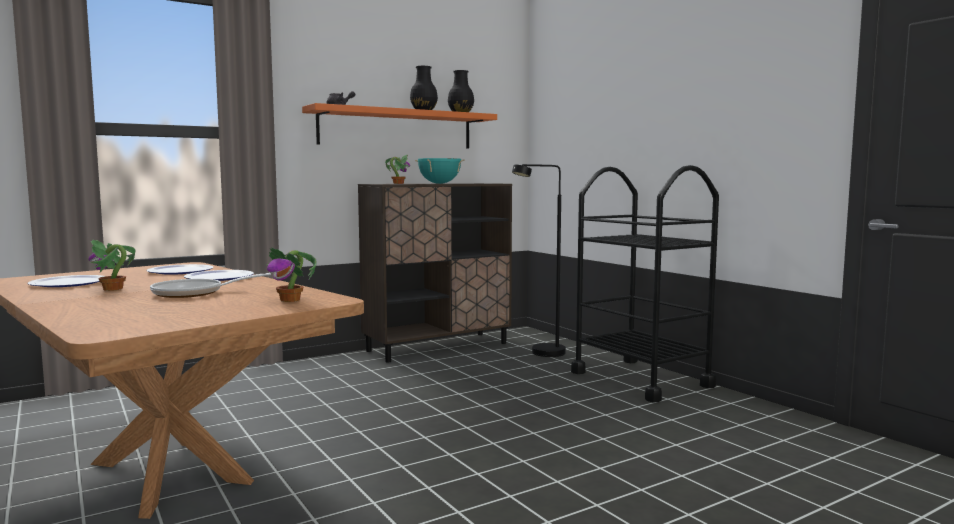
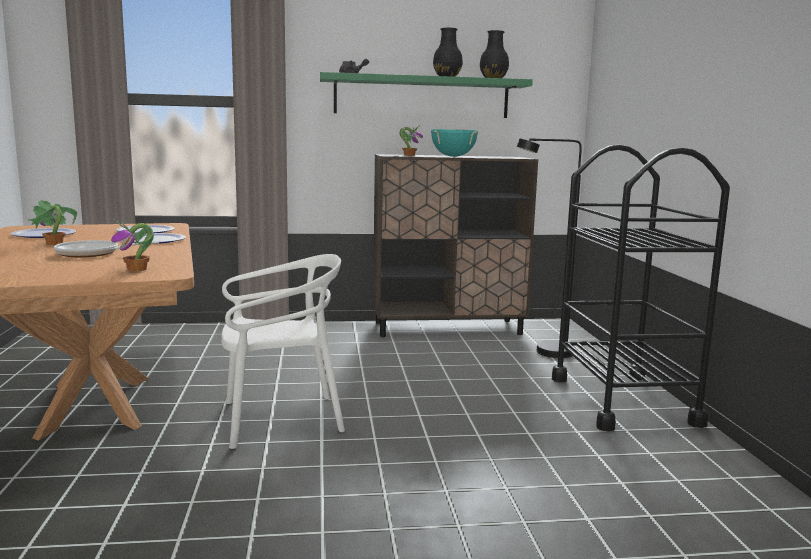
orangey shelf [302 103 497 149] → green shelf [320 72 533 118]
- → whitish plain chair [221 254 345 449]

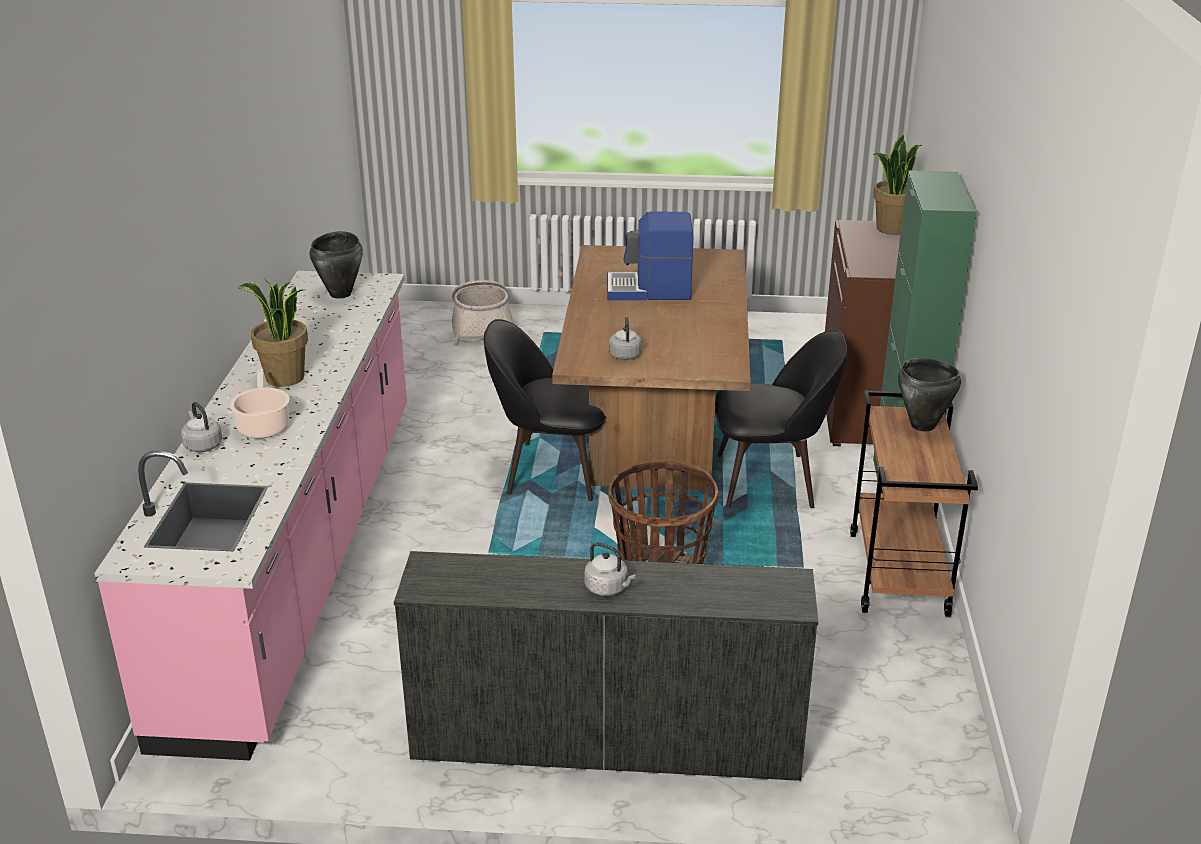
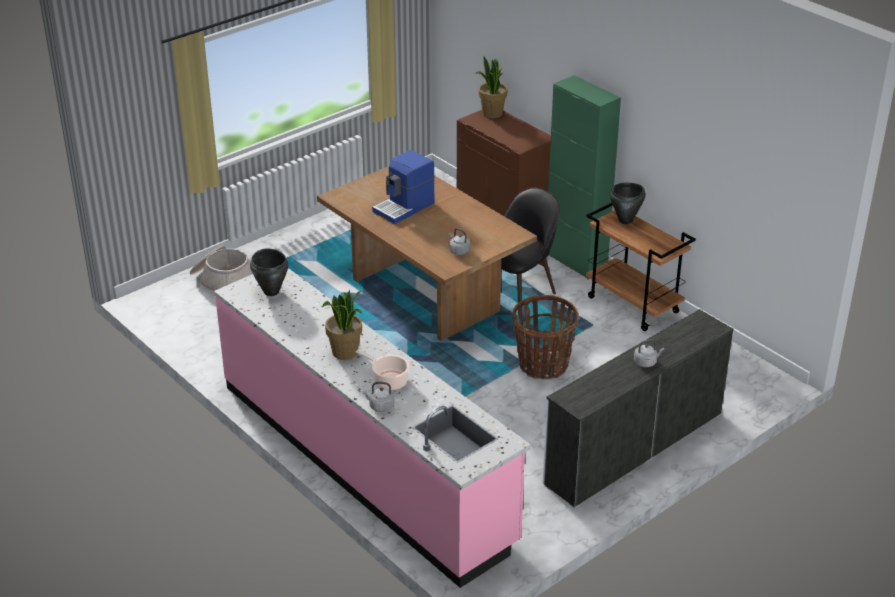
black plain chair [484 319 606 501] → -

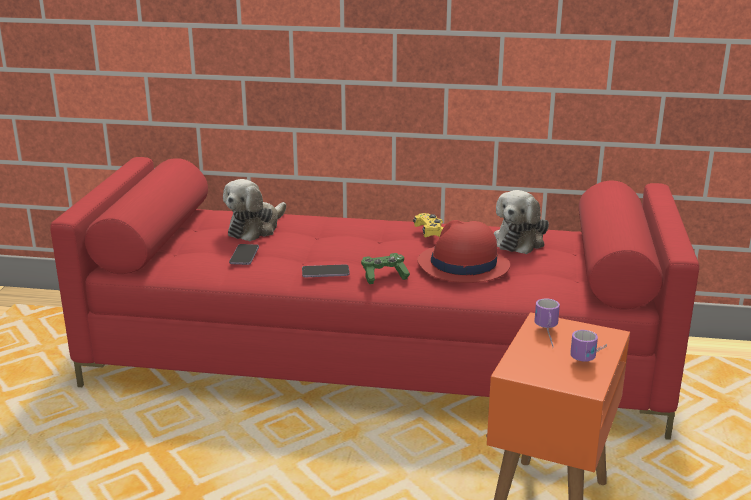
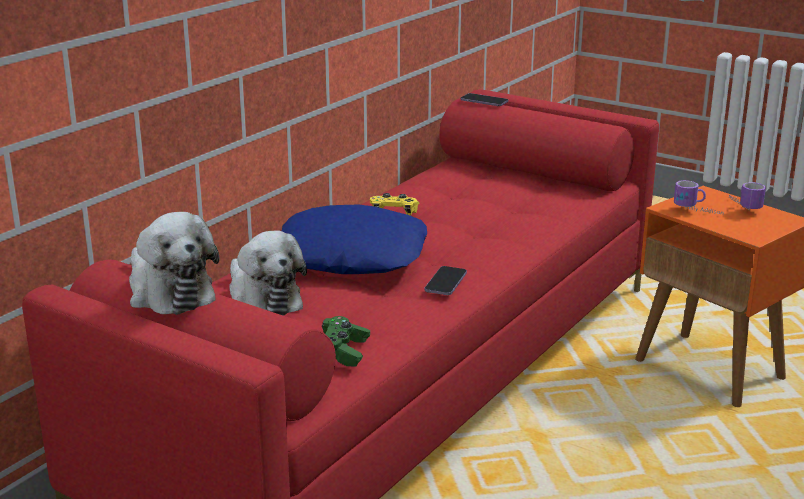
handset [229 244 259 265] → handset [461 93 508 106], move
green gamepad [361 253 410 284] → green gamepad [322 316 370 367], move
red-coloured hat [417 220 510 283] → -
plush toy [494 190 549 254] → plush toy [129 212 219 315], move
- → bluish throw pillow [282 204 427 274]

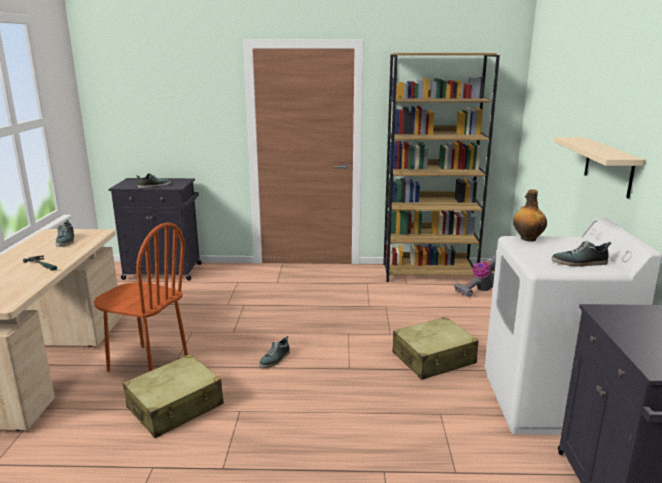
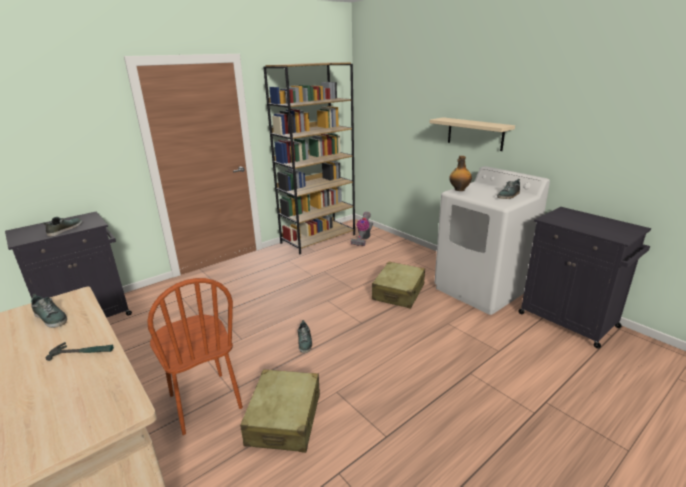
brownish plain chair [94 223 188 372] → brownish plain chair [147 278 243 435], 75 degrees clockwise

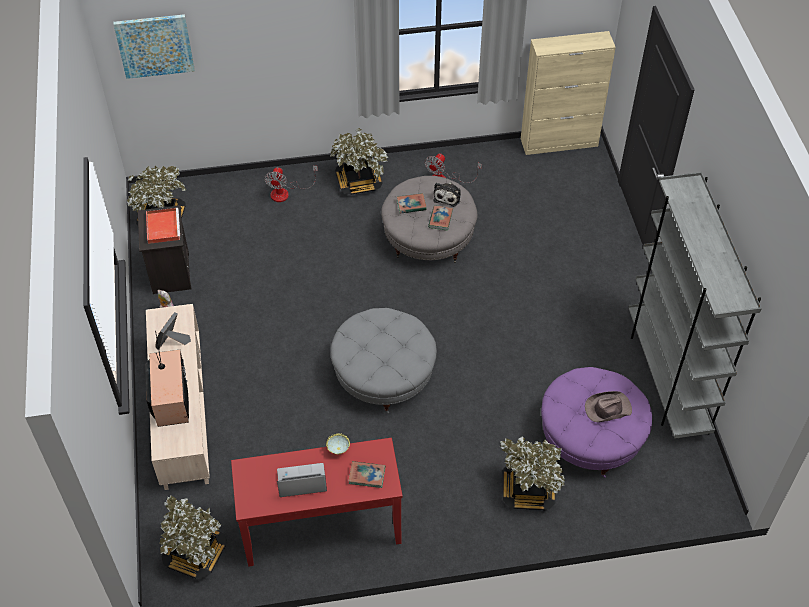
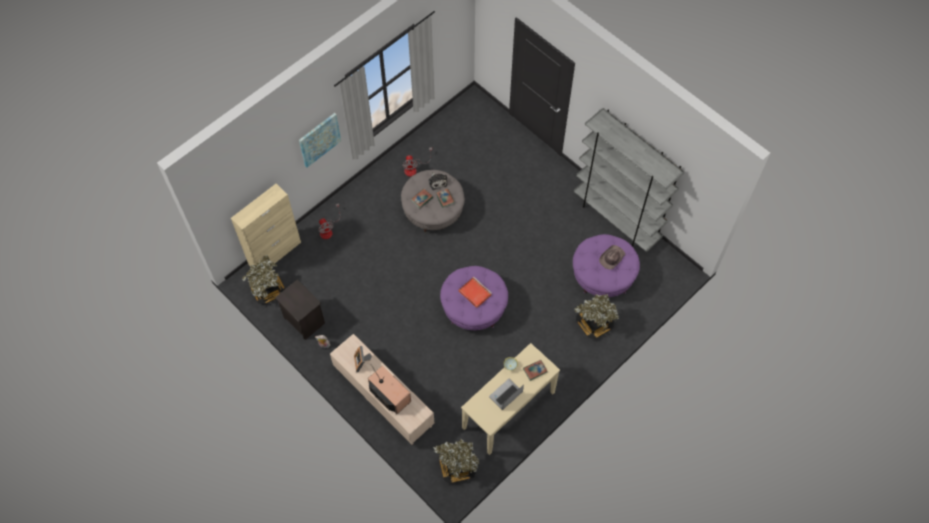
picture [113 14 195 79] → picture [299 113 341 168], move
red-coloured serving tray [146 208 180 244] → red-coloured serving tray [459 277 492 308], move
red-coloured hall table [231 438 403 567] → sand-coloured hall table [461 343 560 455]
houseplant [330 128 388 194] → -
gray ottoman [331 308 437 414] → purplish ottoman [440 266 508 330]
sand-coloured cupboard [521 31 616 155] → sand-coloured cupboard [231 184 301 267], move

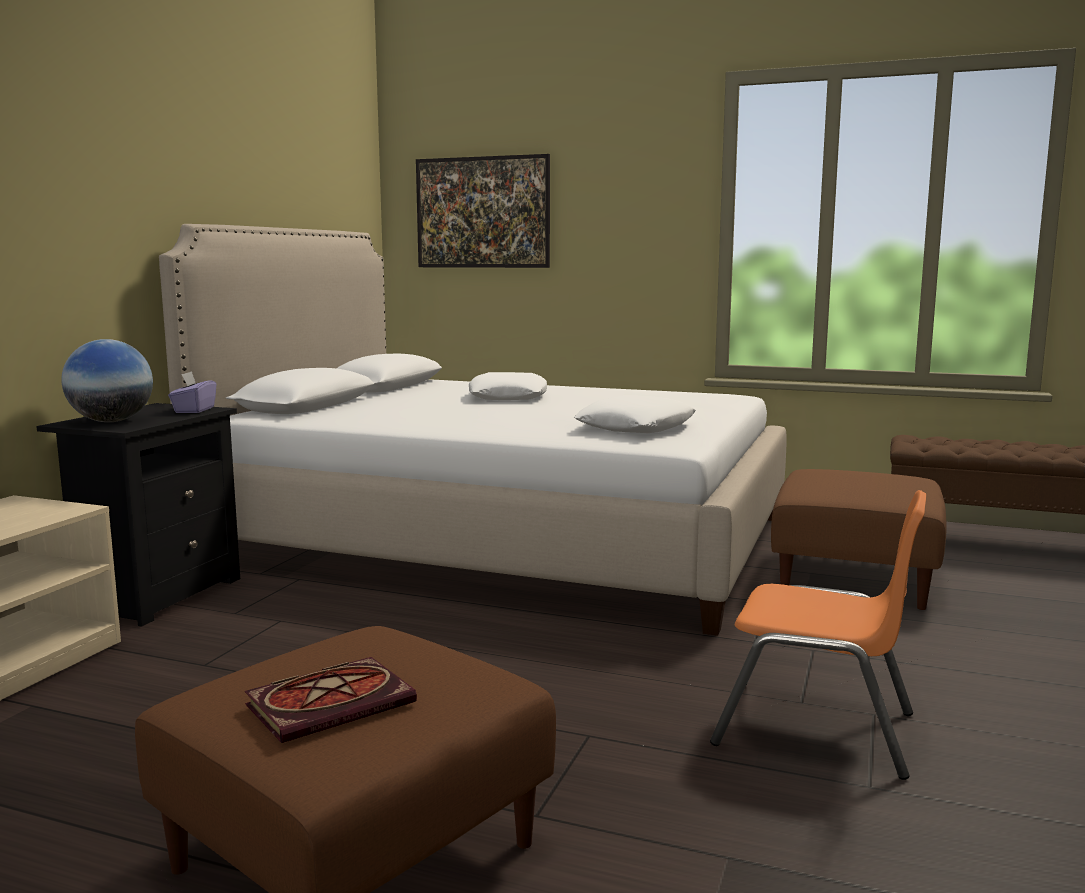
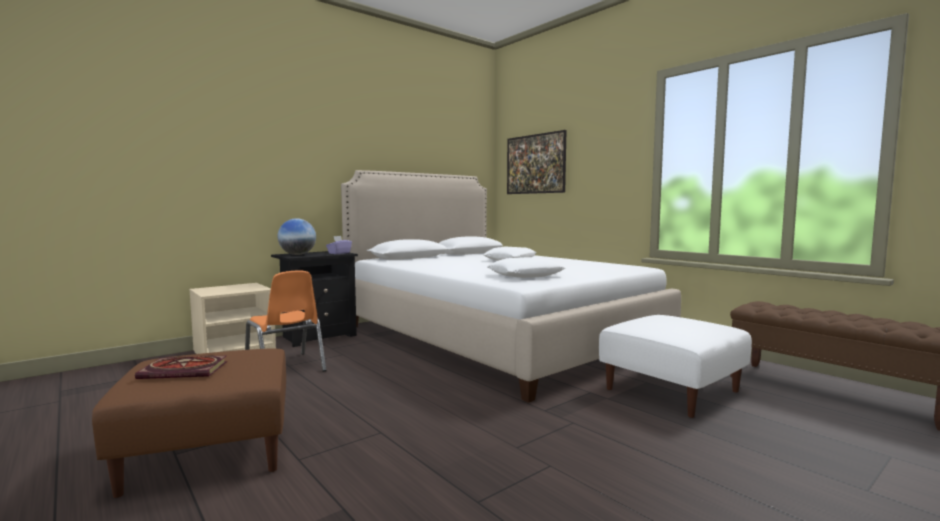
orangey plain chair [710 490 926 780] → orangey plain chair [245 271 327 372], move
brownish ottoman [771 469 946 610] → whitish ottoman [599 315 752 418]

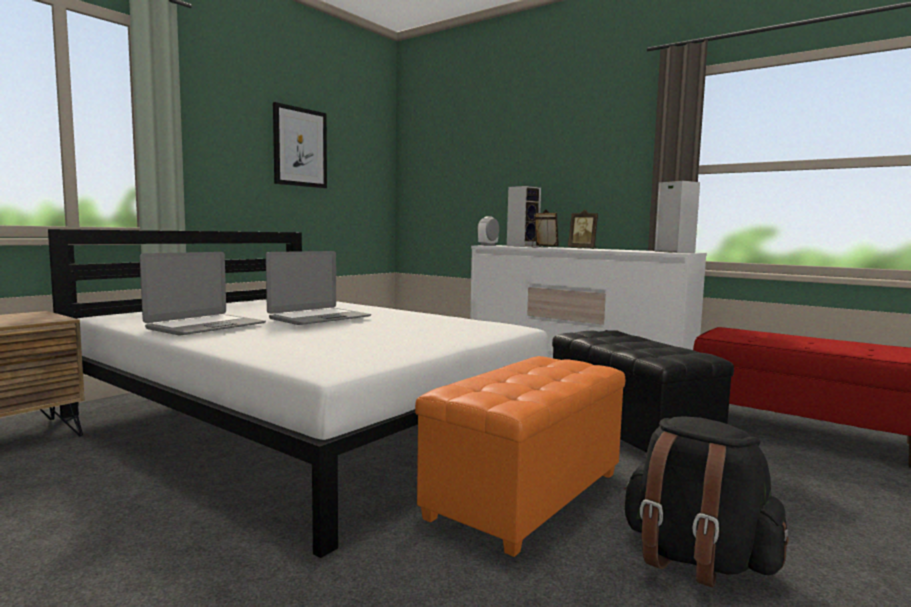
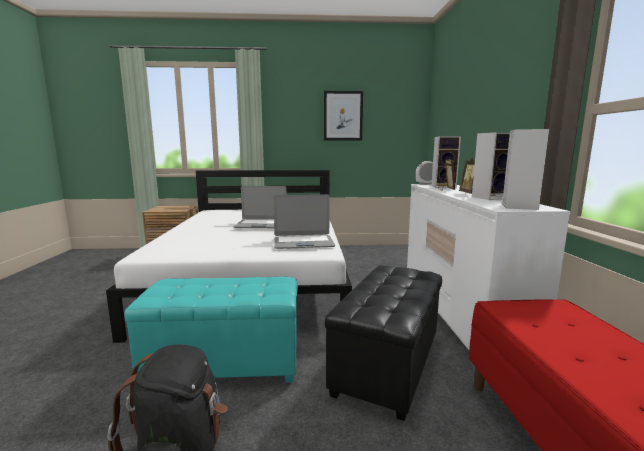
portable computer [140 252 266 335] → portable computer [274 194 335 249], move
orangey ottoman [415 356 625 557] → blue-green ottoman [124 277 298 383]
- → audio speaker [472 132 510 200]

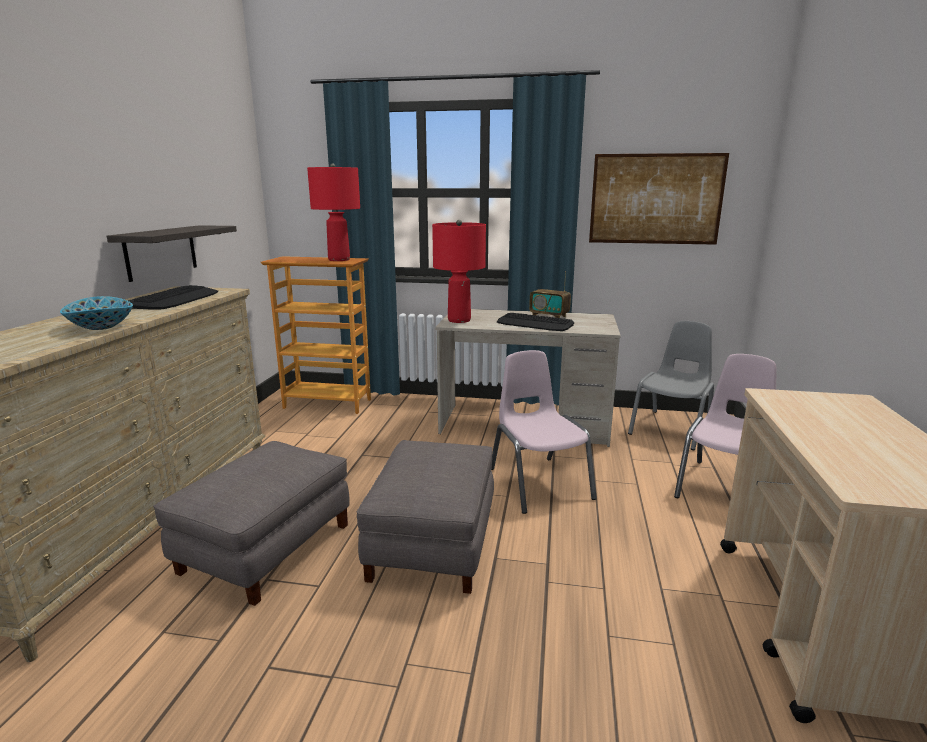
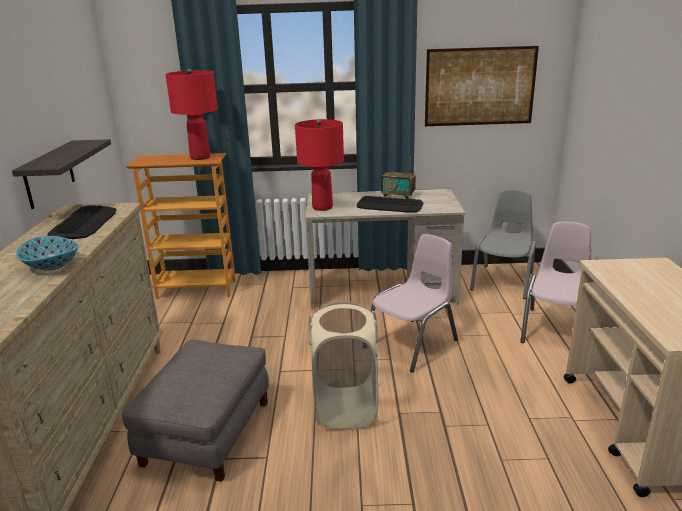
gray ottoman [357 440 494 594] → sand-coloured hamper [309 301 378 430]
pink-coloured plain chair [491 350 597 514] → pink-coloured plain chair [370 234 458 373], 75 degrees clockwise

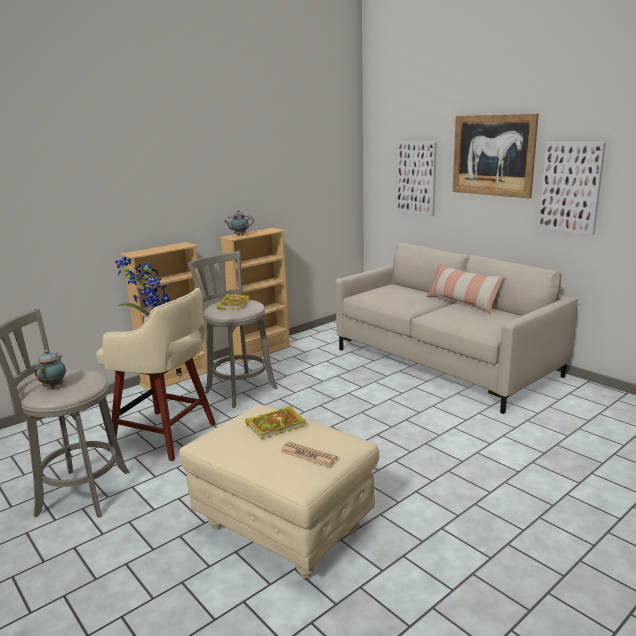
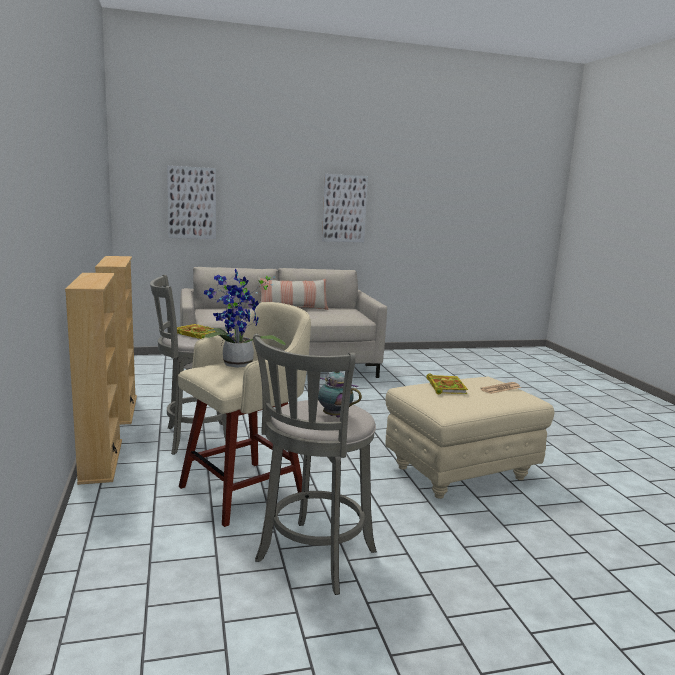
tea pot [224 210 254 236] → -
picture [453 114 539 199] → -

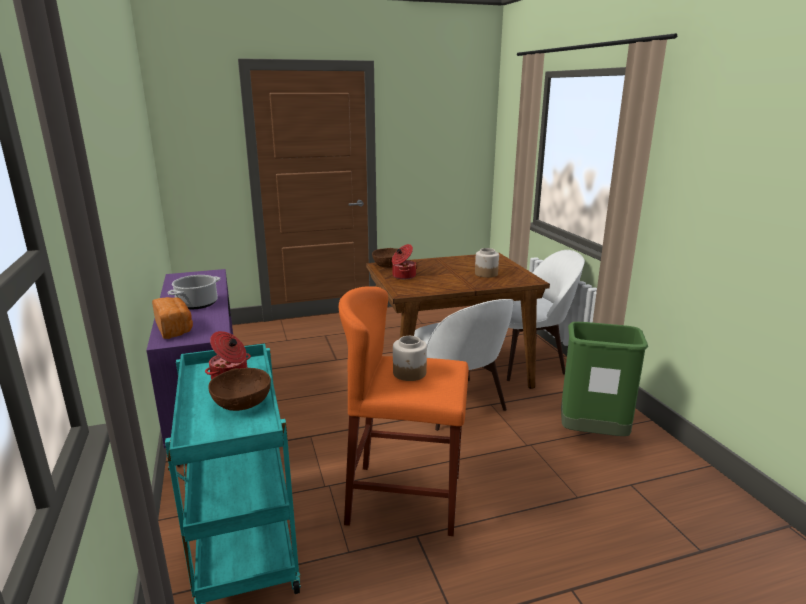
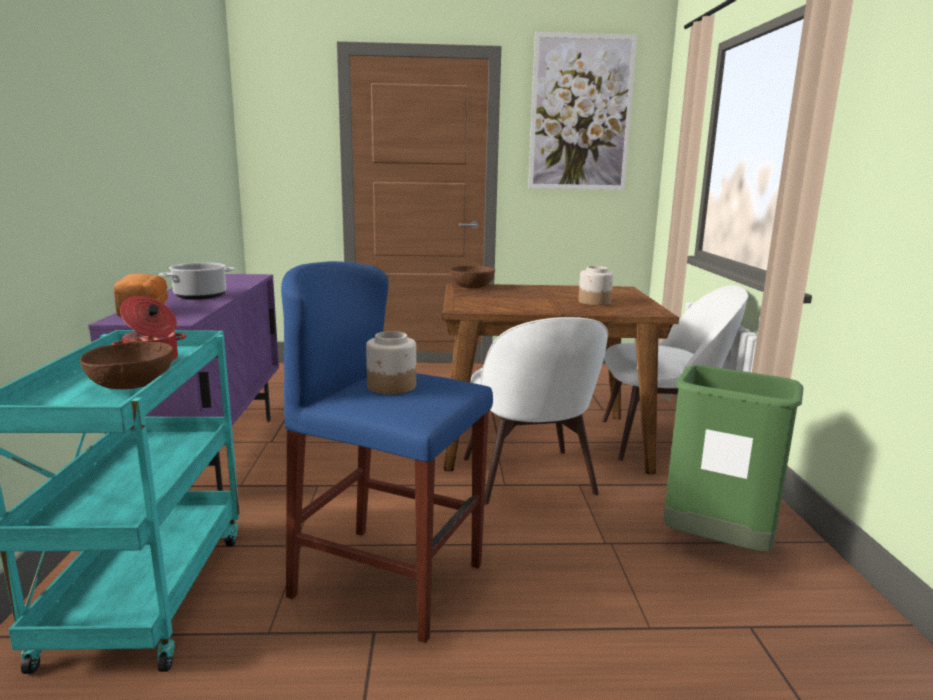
orangey stool seat [339 286 469 536] → bluish stool seat [281 261 493 643]
stockpot [392 244 417 279] → -
- → picture [528 32 638 190]

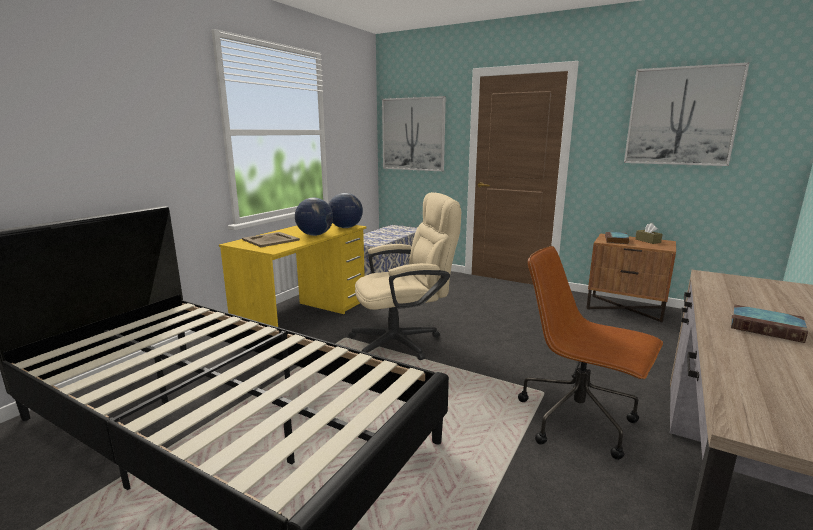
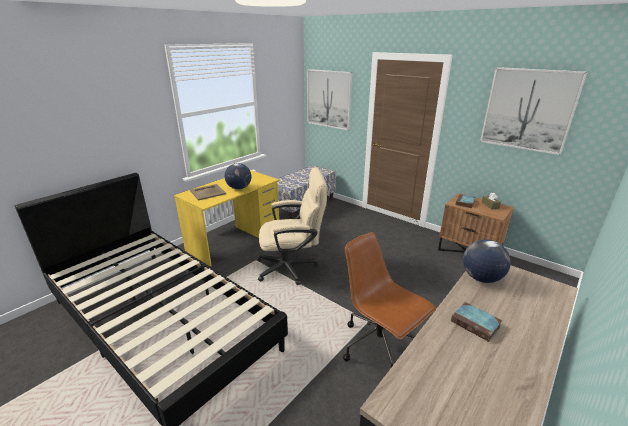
desk globe [329 193 363 228] → desk globe [463 239 511 283], move

